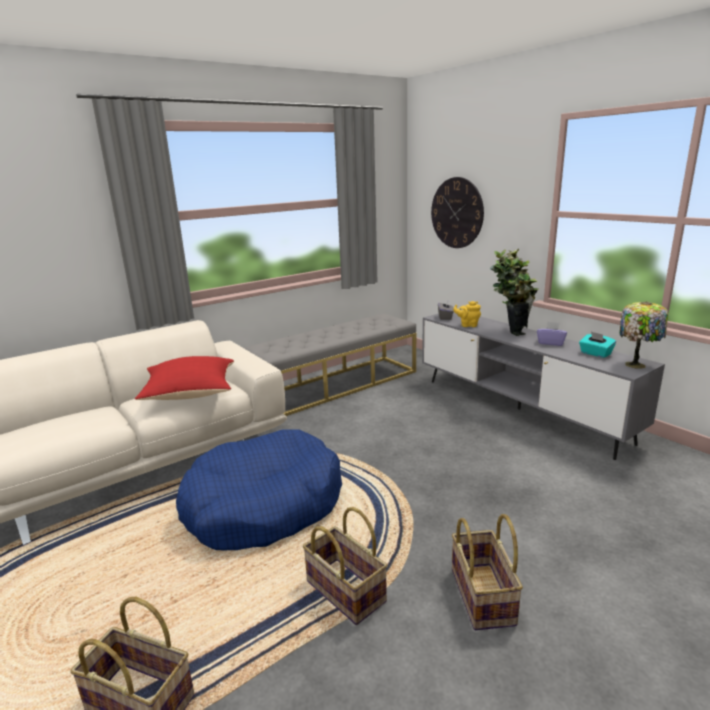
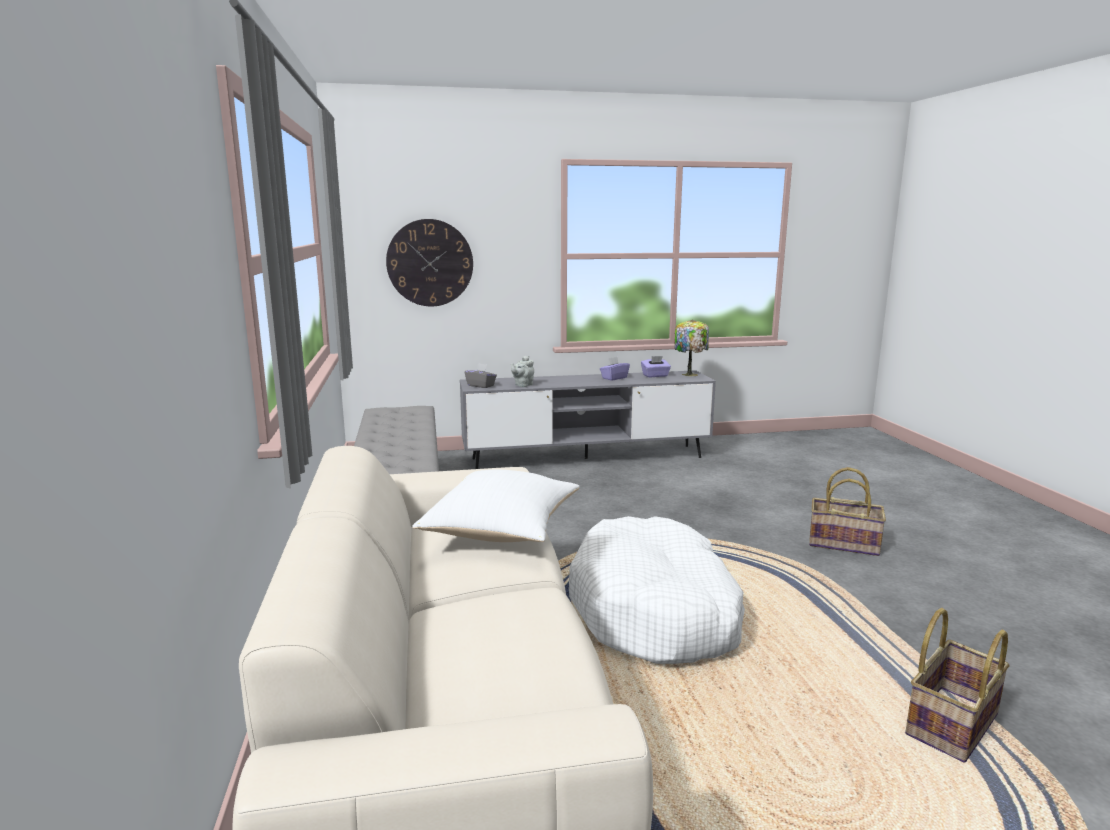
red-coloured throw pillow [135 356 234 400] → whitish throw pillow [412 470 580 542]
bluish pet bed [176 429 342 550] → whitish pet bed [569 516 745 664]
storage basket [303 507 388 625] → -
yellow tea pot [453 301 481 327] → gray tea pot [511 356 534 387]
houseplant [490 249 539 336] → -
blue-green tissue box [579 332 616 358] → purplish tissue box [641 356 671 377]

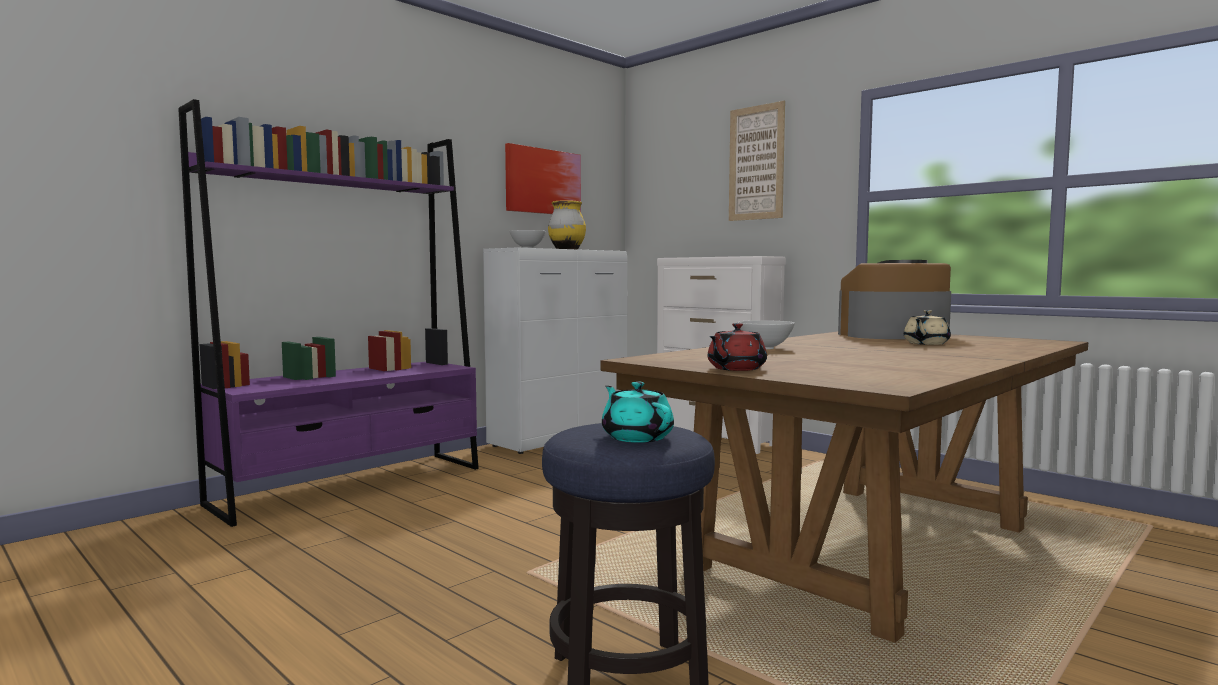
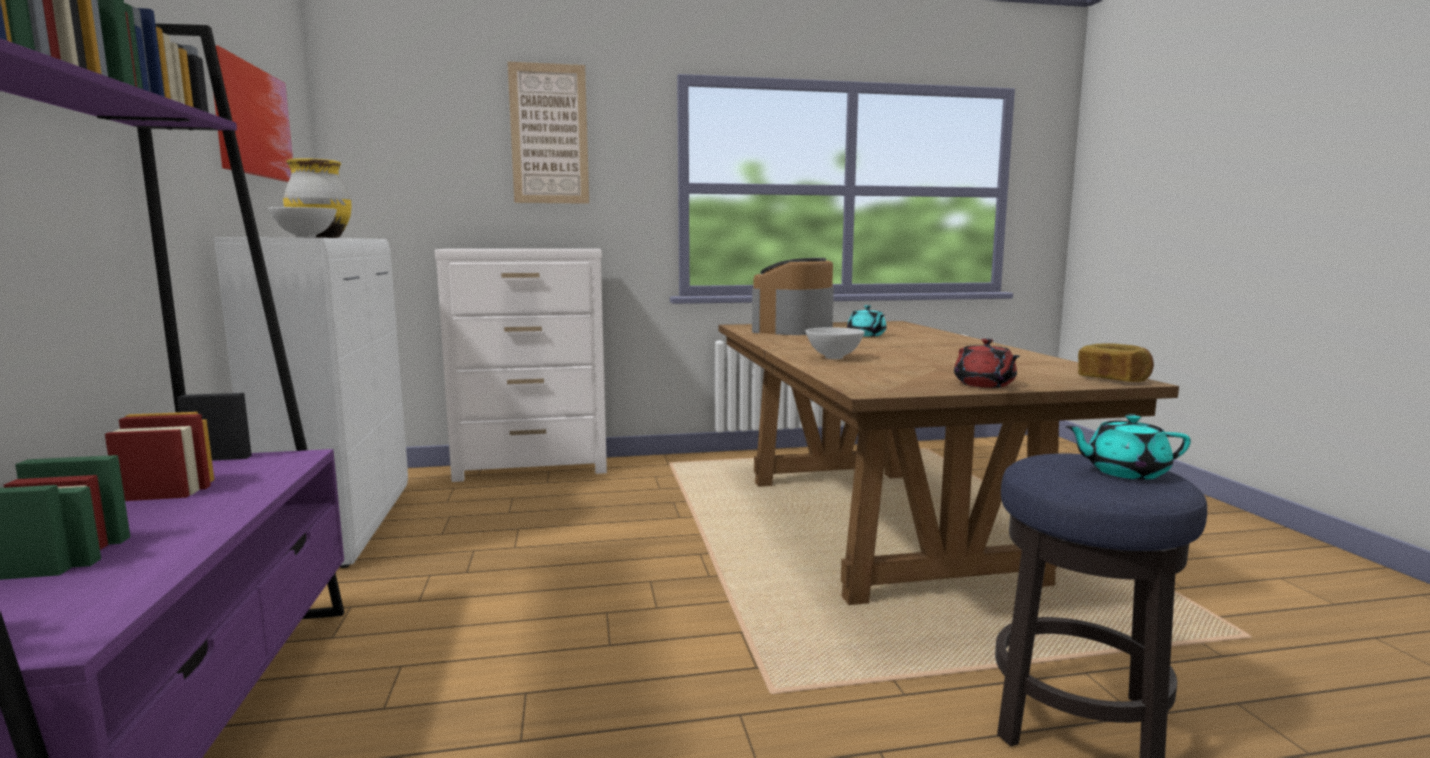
sand-coloured tea pot [904 310 951 345] → blue-green tea pot [847 305 887 337]
- → baked bread [1078 343 1154 382]

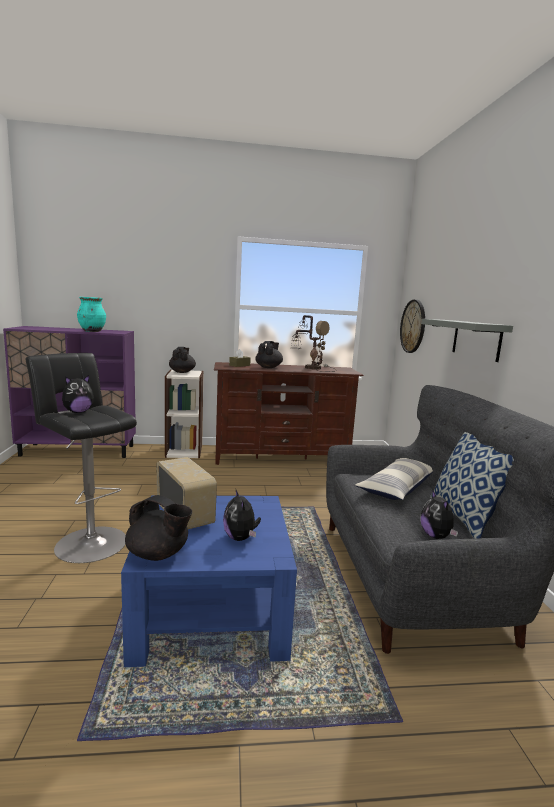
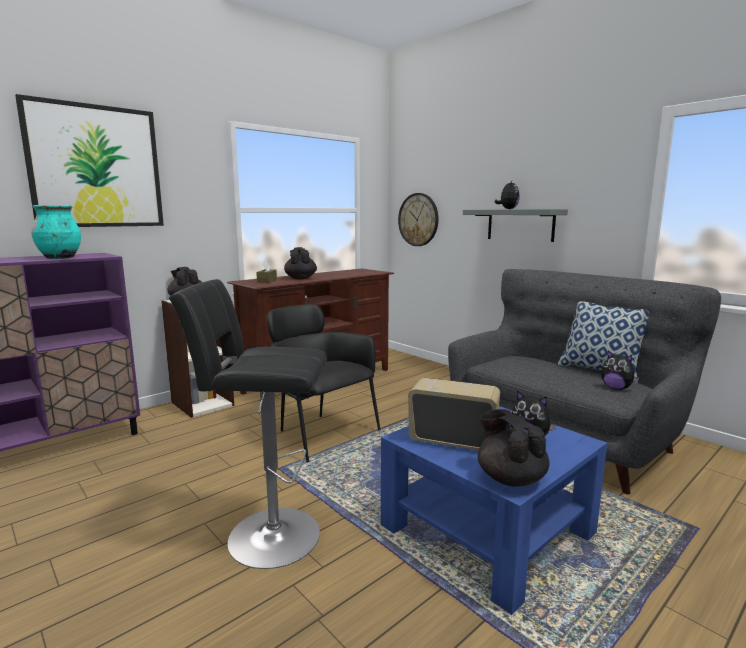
plush toy [62 375 94 413] → plush toy [495 181 520 209], move
black tea pot [125 495 192 561] → black tea pot [478 409 549 487], 105 degrees counterclockwise
tabletop lamp [291 315 336 372] → -
throw pillow [355 458 433 500] → -
- → picture [15 94 164 227]
- → black lounge chair [267 304 381 462]

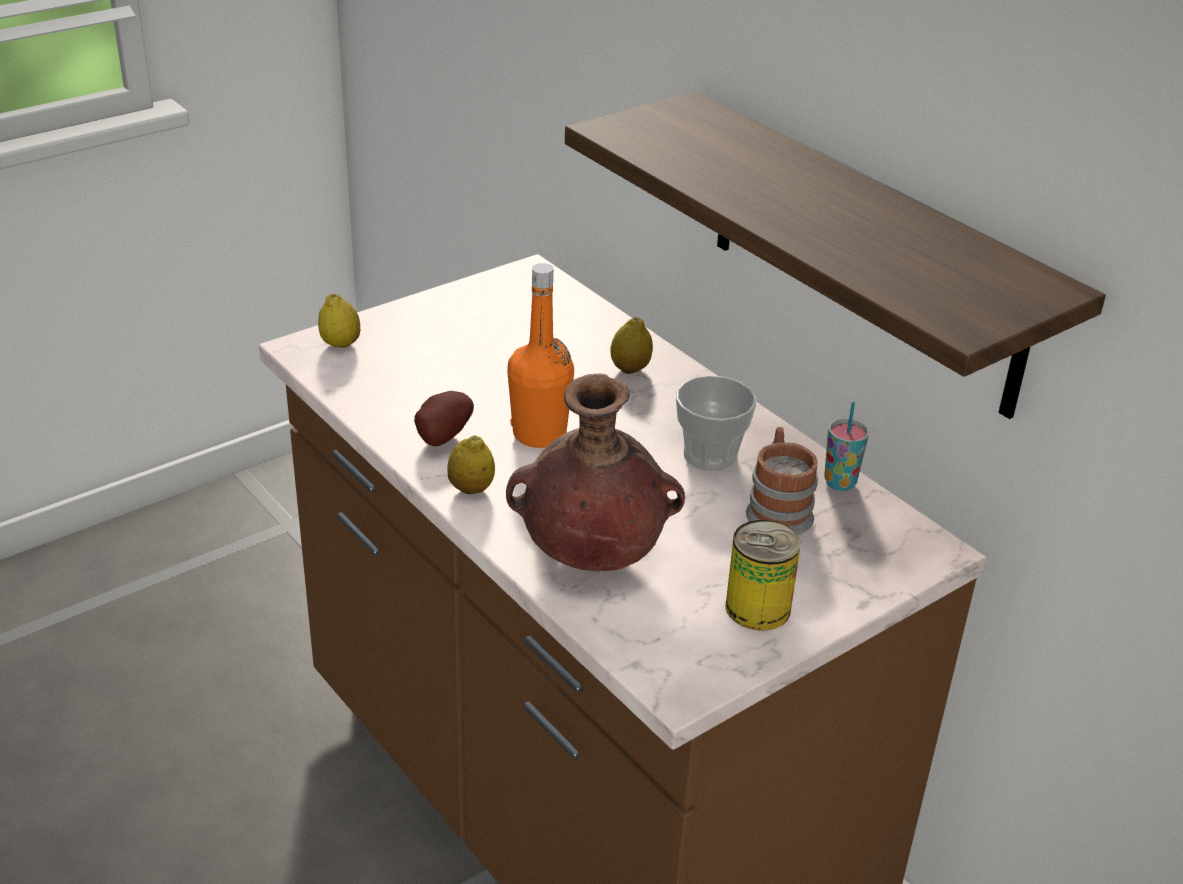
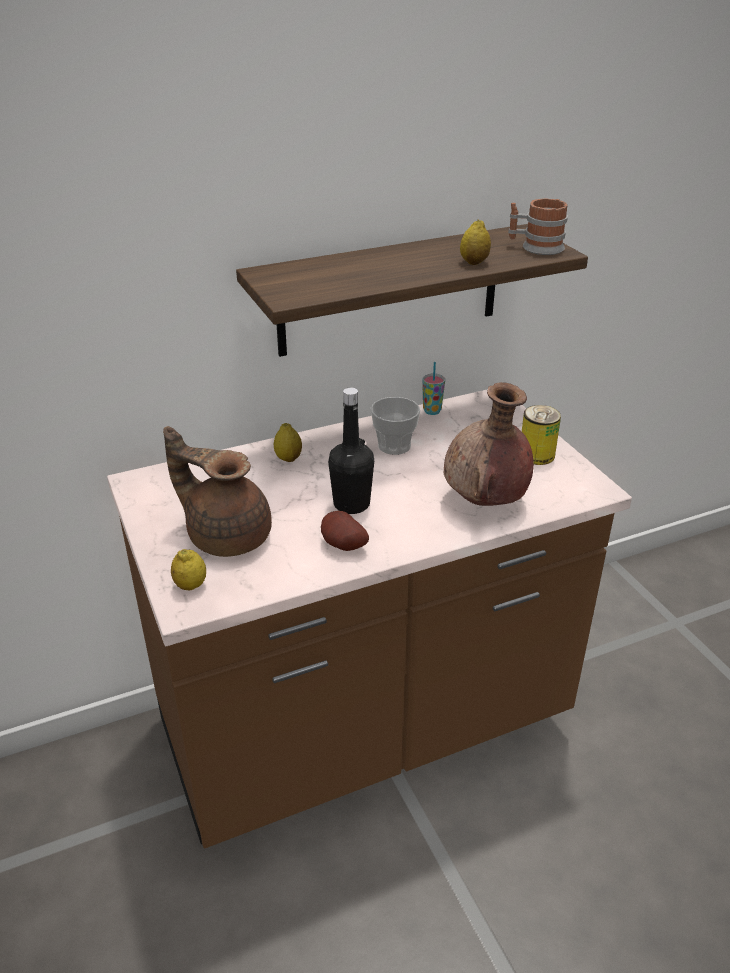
citrus fruit [448 435 495 494] → citrus fruit [460 219 491 265], move
orangey bottle [507 263 574 448] → black bottle [328 387 374 514]
coffee mug [746 427 818 535] → coffee mug [508 198 568 255], move
- → brownish tea pot [163 426 272 557]

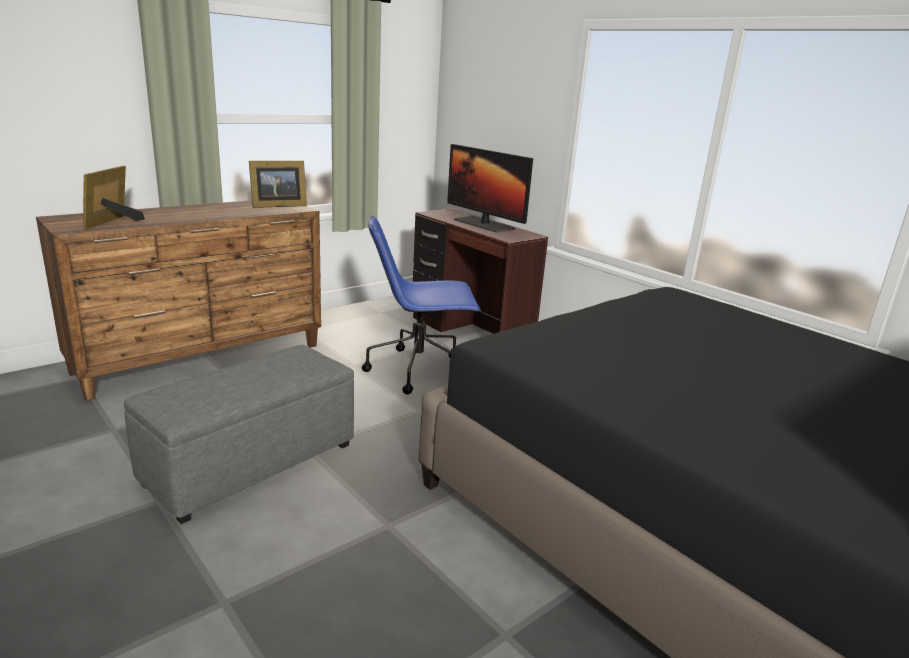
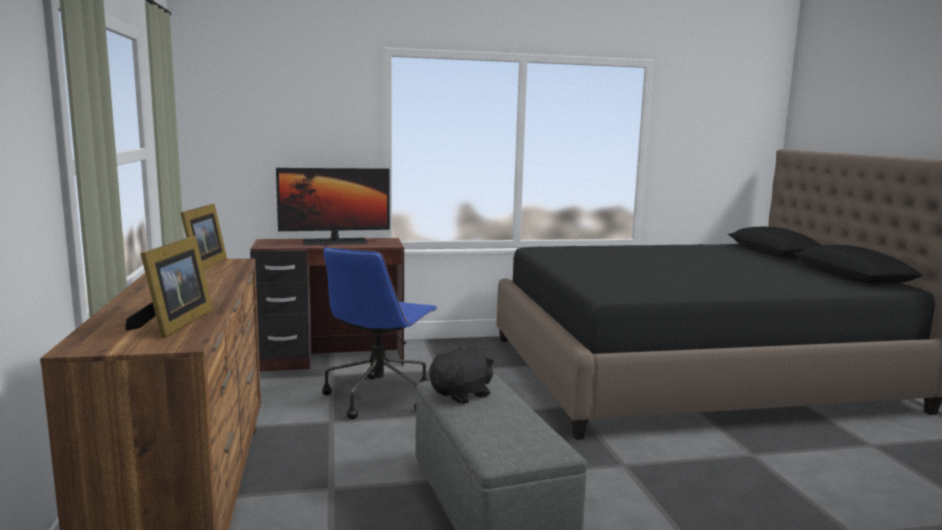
picture frame [83 166 145 230] → picture frame [125 236 213 338], 120 degrees counterclockwise
- → black plush toy [429 347 494 404]

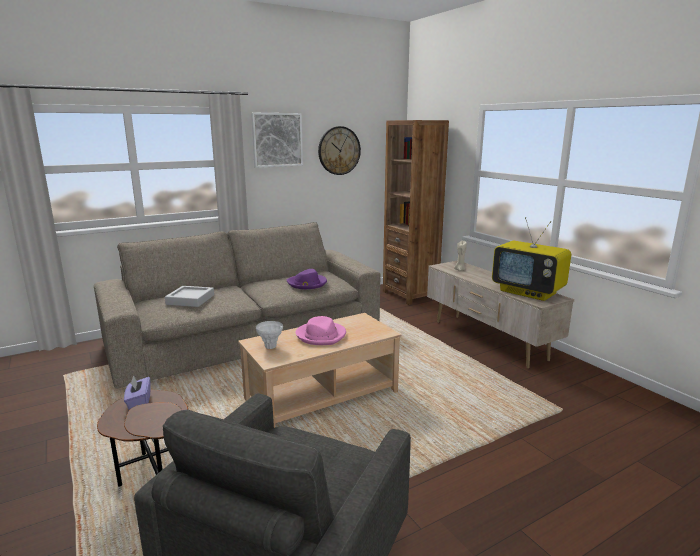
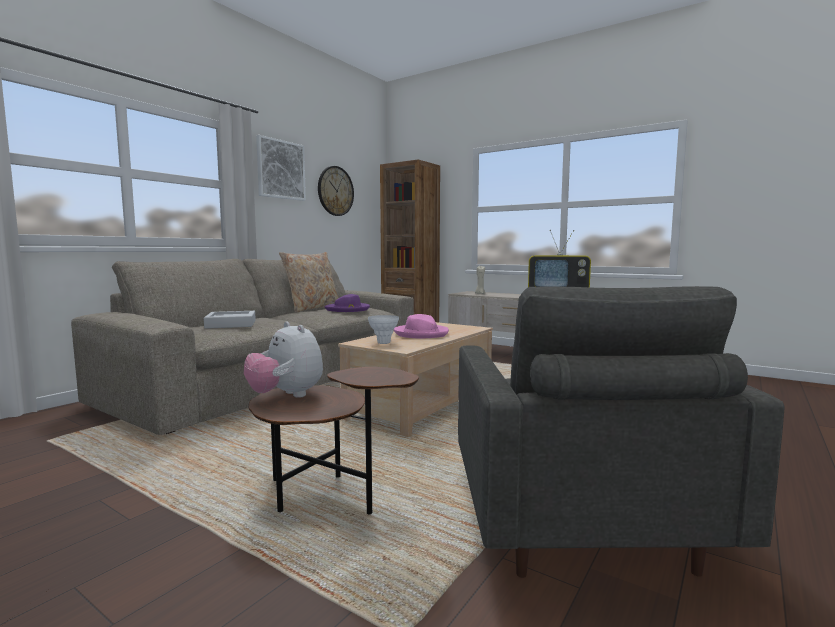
purplish tissue box [124 375 151 410] → plush toy [244 322 323 398]
- → sand-coloured throw pillow [279 252 339 313]

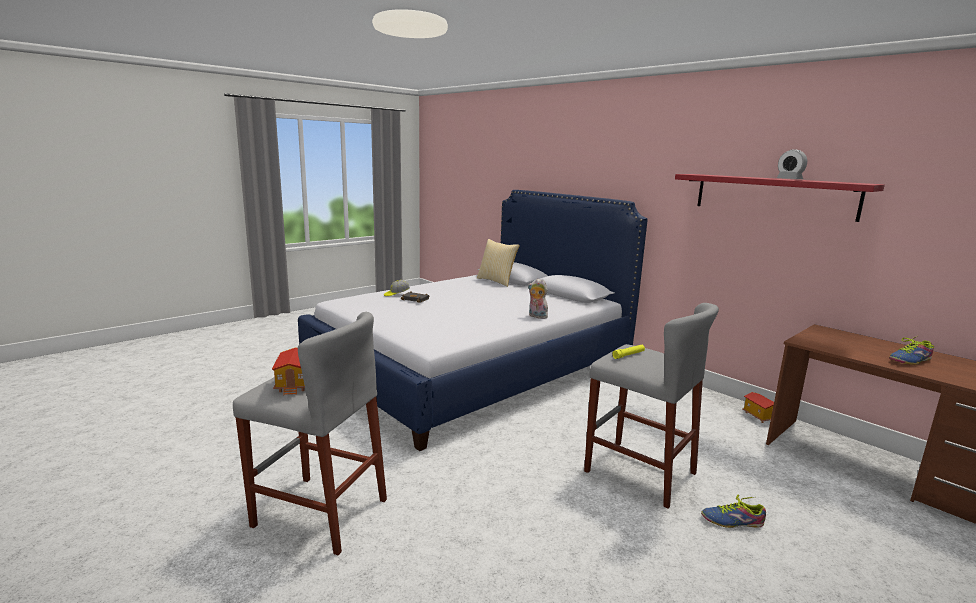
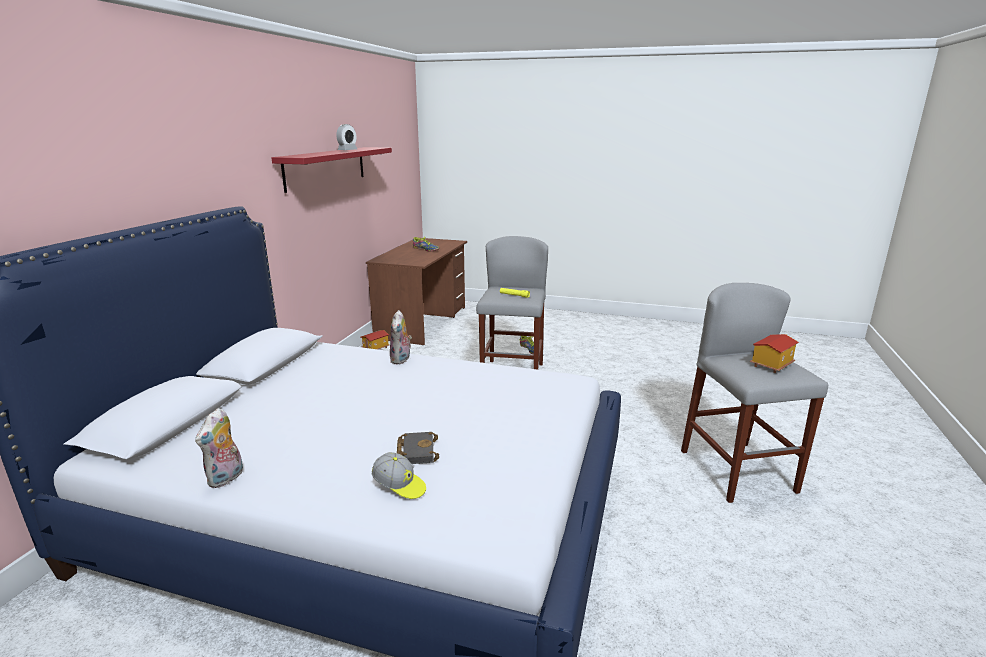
throw pillow [477 239 520 287] → -
- → plush toy [195 408 243 488]

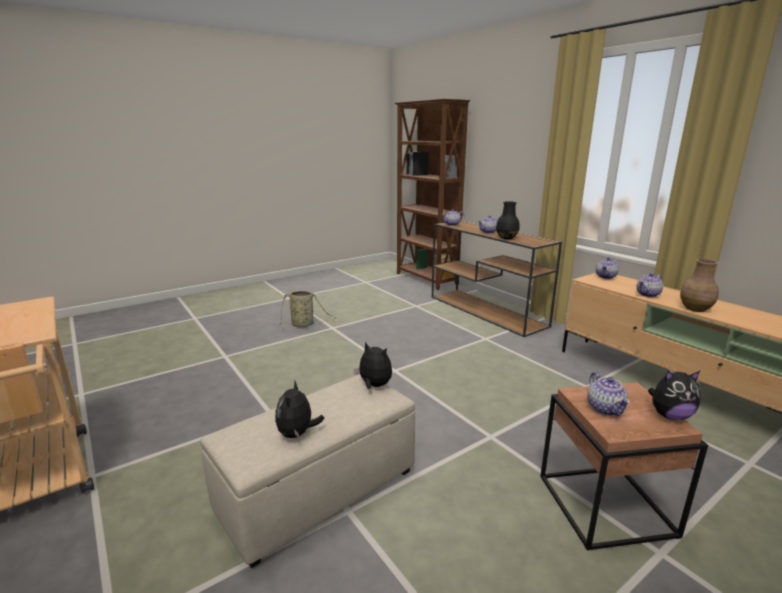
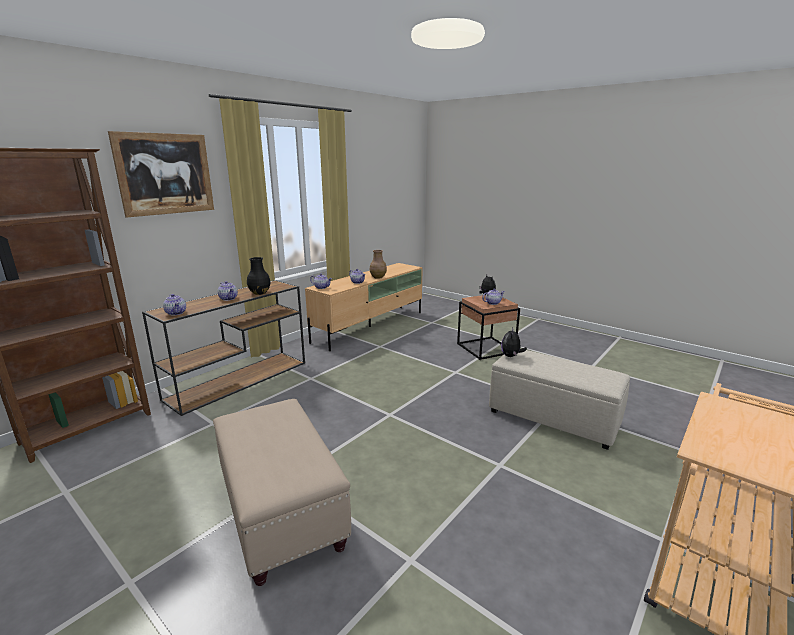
plush toy [275 380 324 438] → -
storage basket [280 291 336 327] → sand-coloured ottoman [213 399 351 586]
- → picture [108 131 214 218]

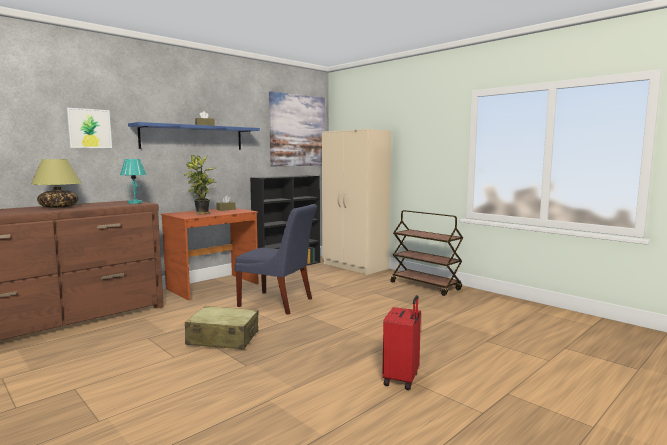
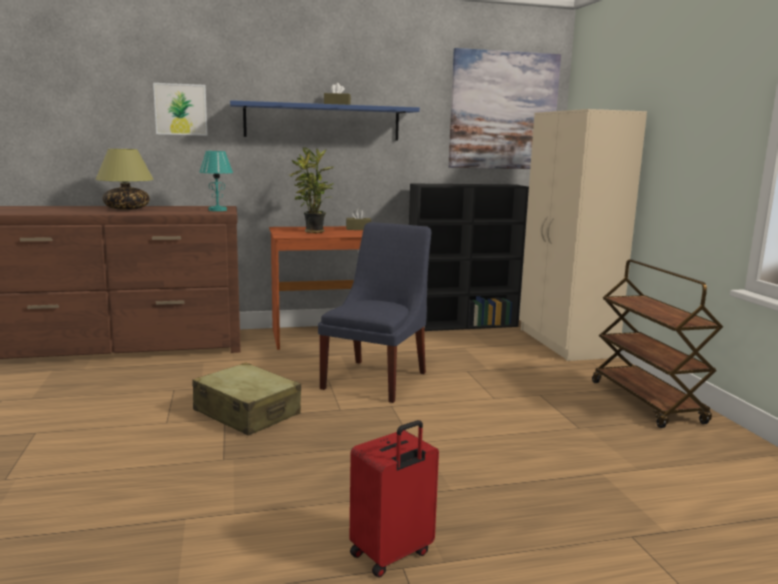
bluish plain chair [235 204 317 315] → bluish plain chair [318 222 431 403], 120 degrees counterclockwise

